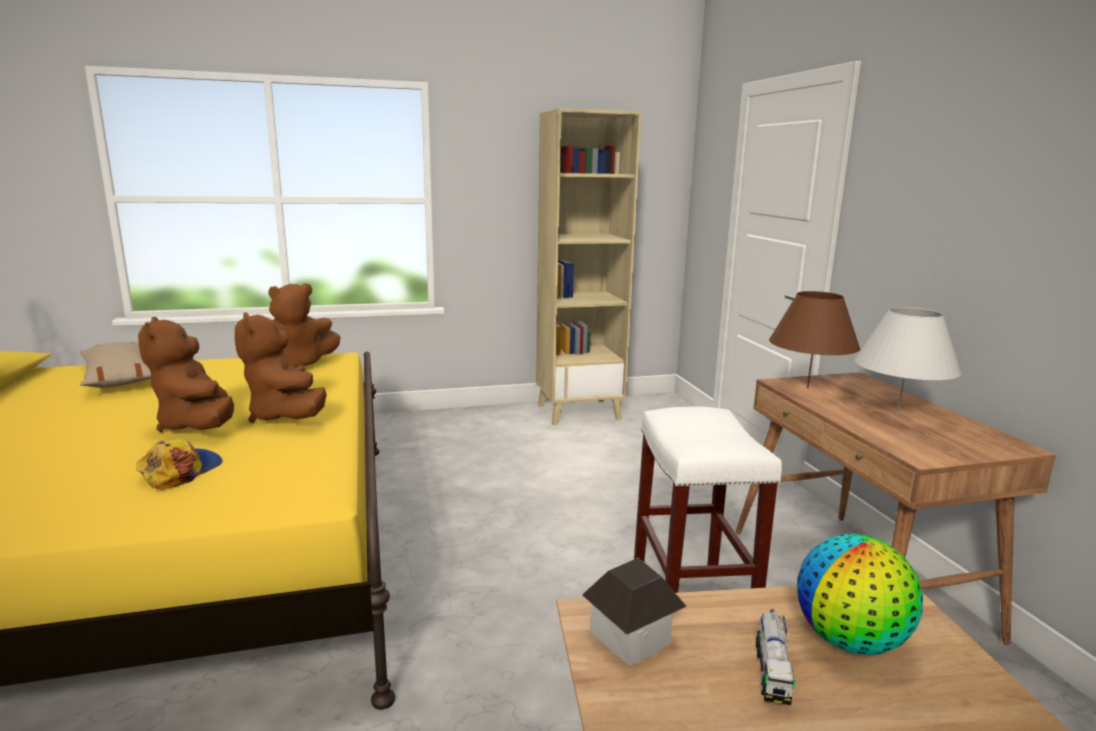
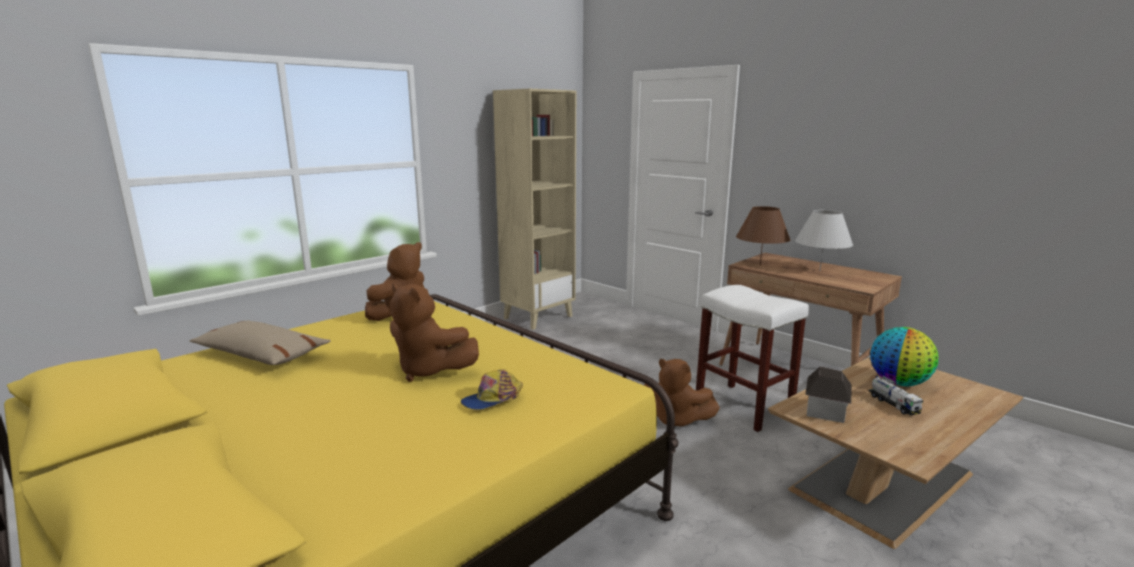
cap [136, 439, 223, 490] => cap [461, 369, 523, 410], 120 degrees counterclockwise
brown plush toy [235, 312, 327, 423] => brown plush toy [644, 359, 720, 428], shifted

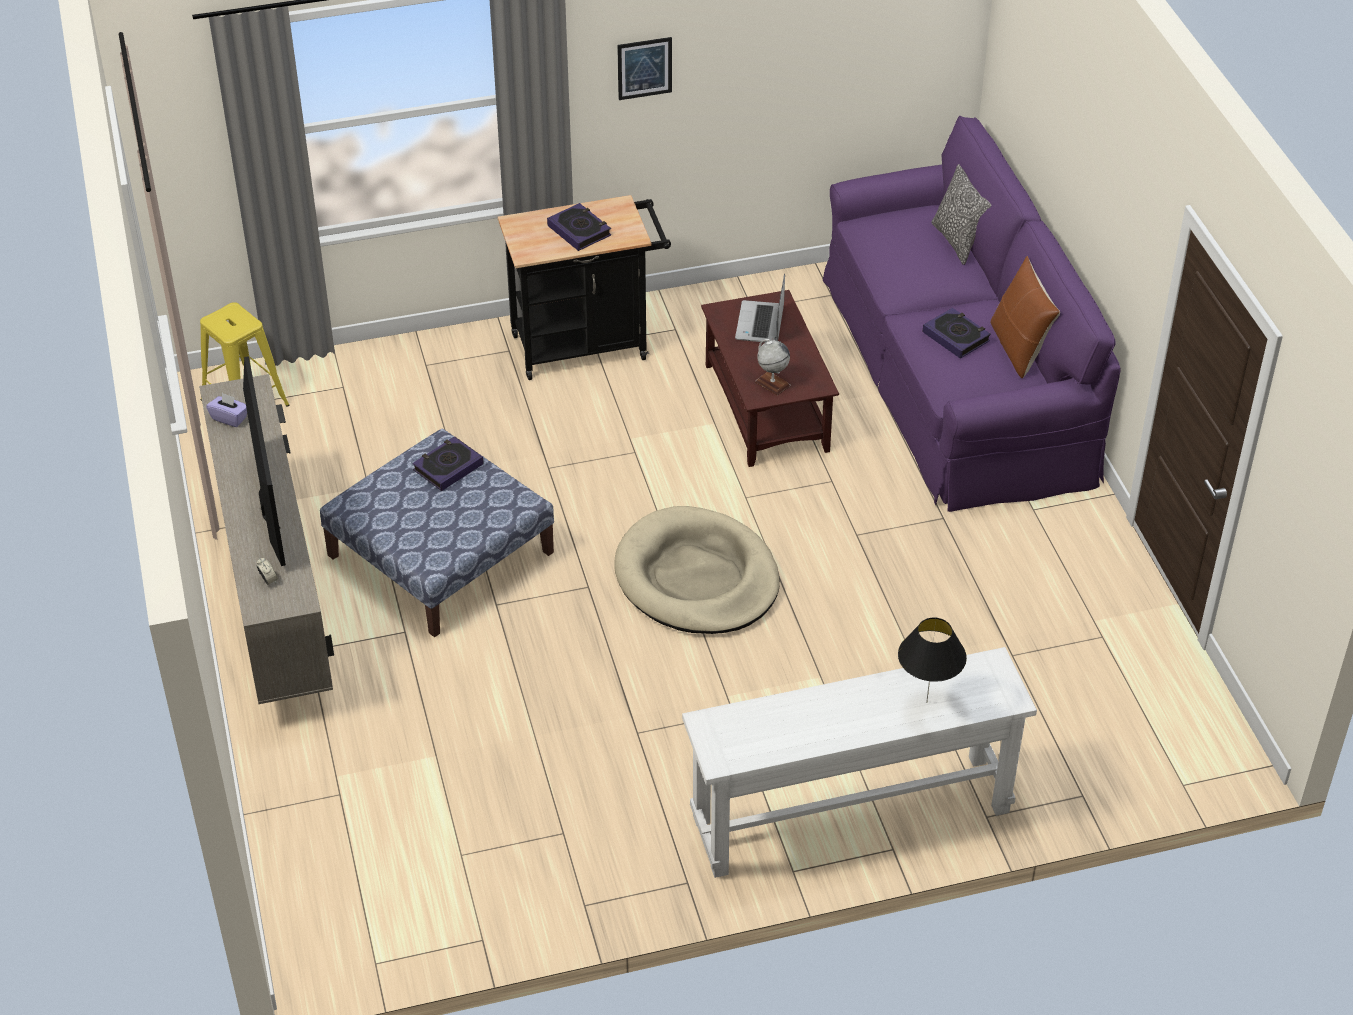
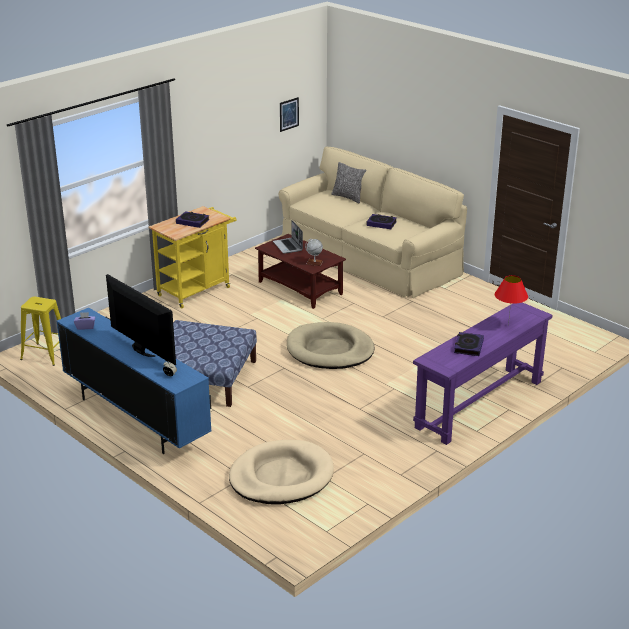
beige tv stand [199, 374, 334, 704] => blue tv stand [56, 308, 212, 454]
book [412, 436, 484, 491] => book [454, 332, 484, 356], shifted
black cart [498, 195, 671, 380] => yellow cart [149, 206, 236, 308]
picture [617, 37, 672, 100] => picture [280, 97, 299, 132], shifted
white console table [682, 647, 1037, 878] => purple console table [413, 302, 552, 445]
purple sofa [823, 116, 1120, 512] => beige sofa [279, 147, 467, 298]
black table lamp [898, 617, 967, 703] => red table lamp [495, 275, 528, 326]
brown pillow [991, 256, 1060, 379] => nothing
nothing => beige dog bed [229, 440, 334, 504]

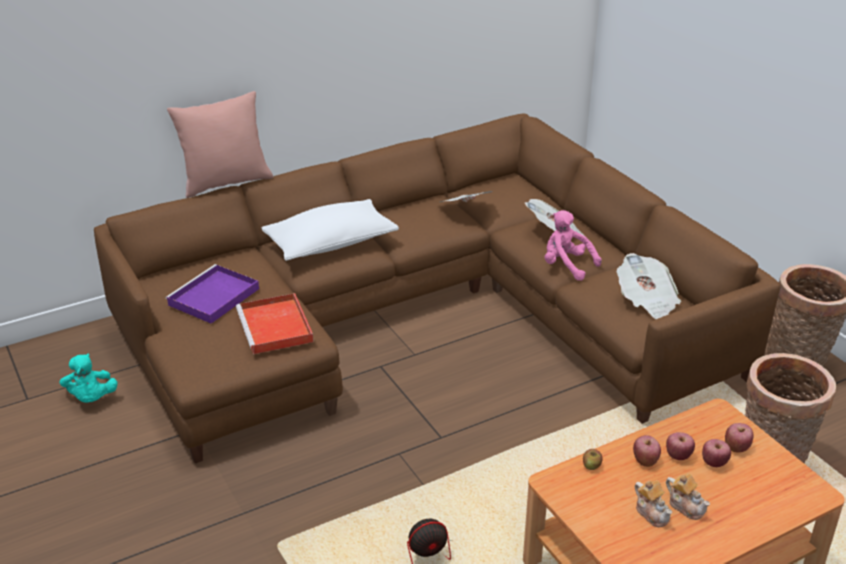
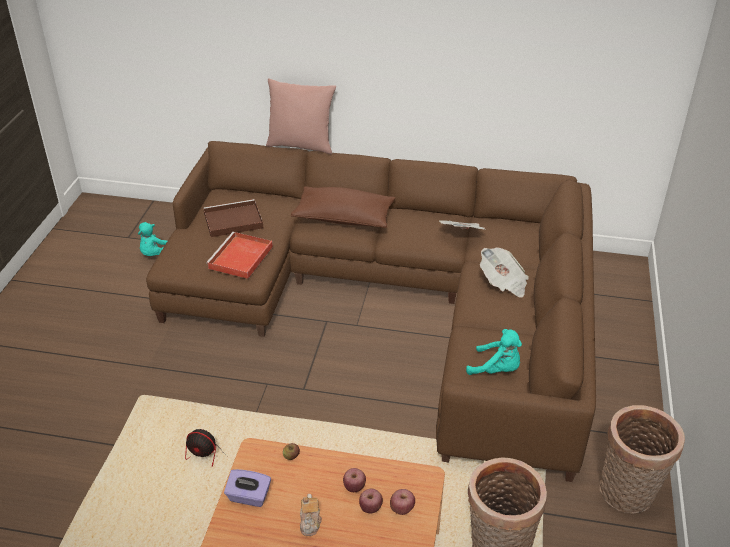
purple tray [165, 264, 259, 324] => brown tray [203, 199, 263, 237]
white pillow [262, 199, 399, 261] => brown pillow [291, 186, 396, 228]
pink plush toy [545, 210, 602, 281] => nothing
newspaper [617, 253, 681, 319] => turquoise plush toy [466, 329, 522, 375]
apple [633, 435, 661, 467] => nothing
teapot [635, 480, 672, 527] => nothing
nothing => purple tissue box [224, 469, 271, 507]

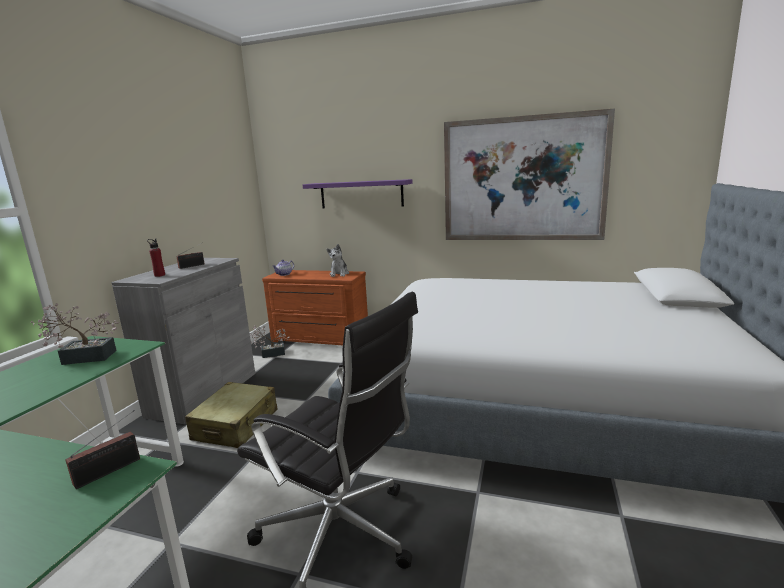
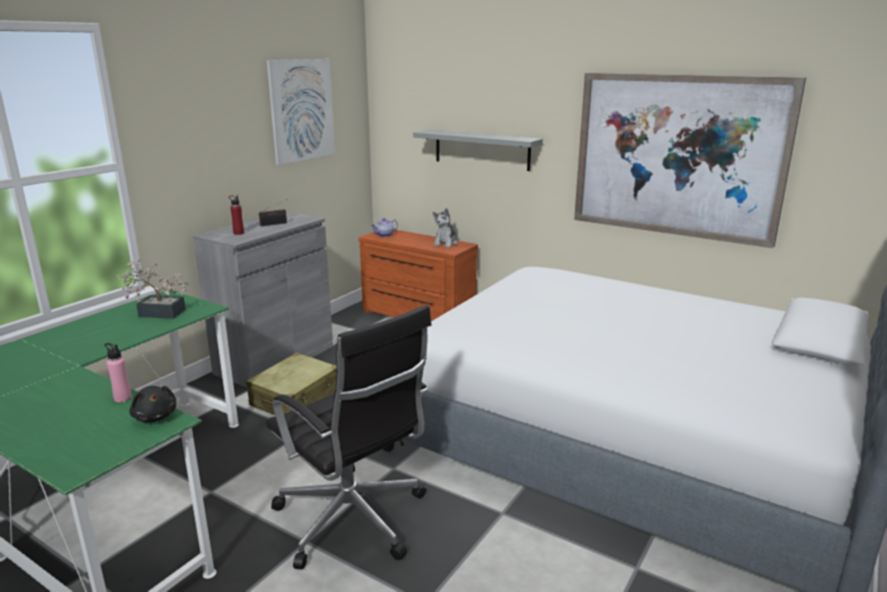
radio [66, 410, 140, 489] => black plush toy [129, 386, 176, 422]
potted plant [250, 325, 289, 358] => nothing
purple shelf [303, 179, 412, 208] => grey shelf [413, 130, 543, 171]
nothing => pink bottle [105, 343, 132, 402]
nothing => picture [267, 59, 335, 165]

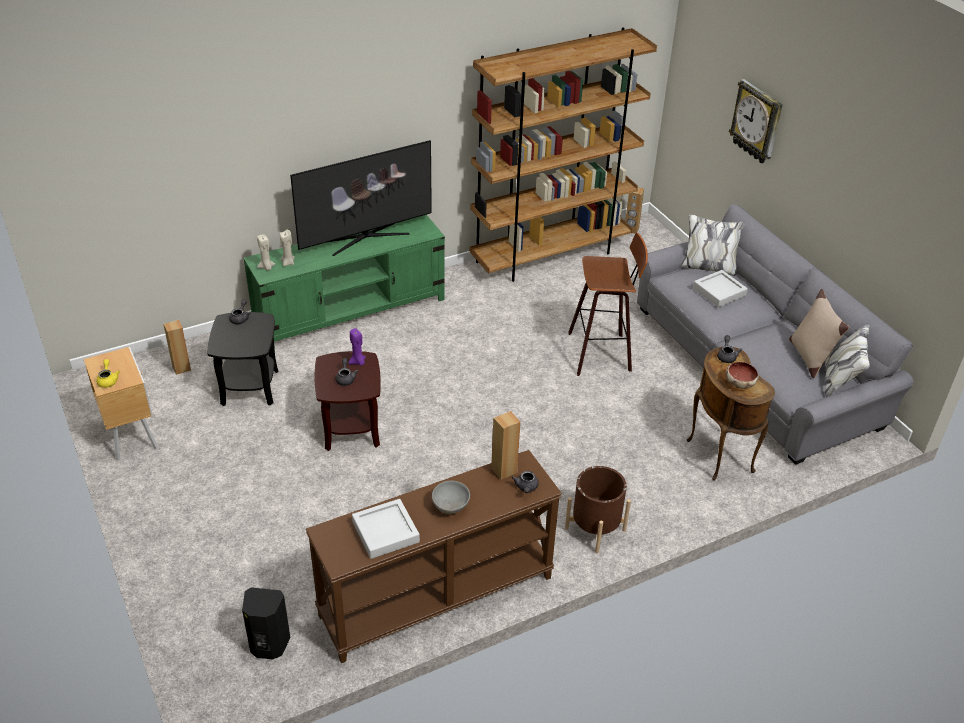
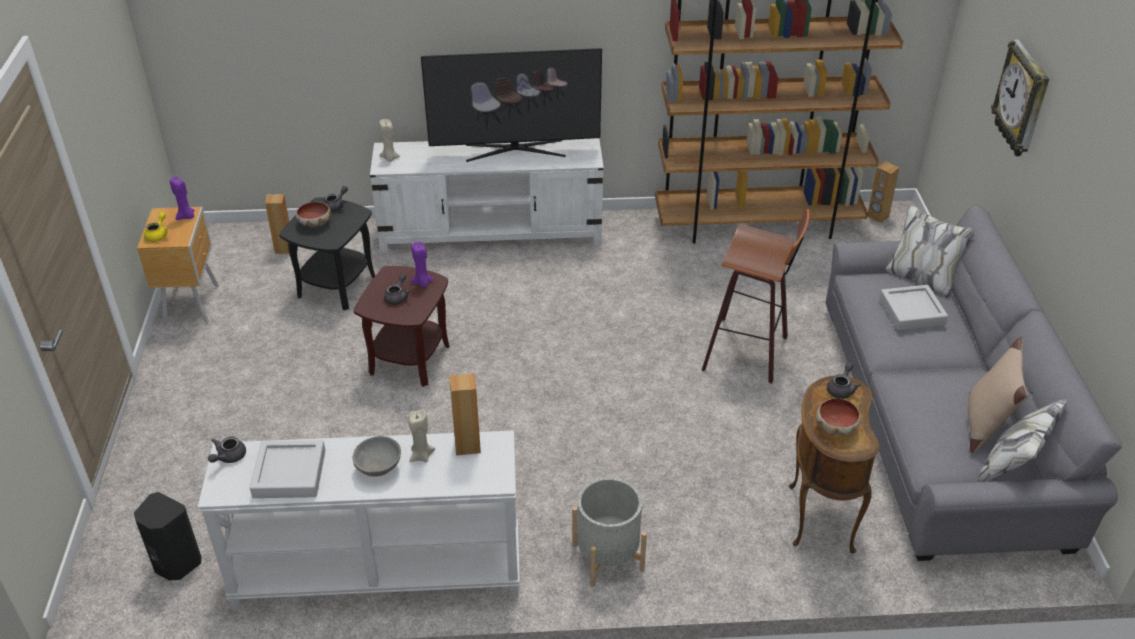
green tv stand [243, 215, 445, 349] => white tv stand [370, 138, 604, 253]
beige candle [280, 230, 295, 267] => beige candle [408, 409, 435, 462], shifted
brown console table [306, 450, 562, 663] => white console table [197, 431, 520, 611]
grey teapot [512, 471, 539, 493] => grey teapot [208, 437, 246, 463], shifted
brown planter [565, 466, 631, 553] => grey planter [572, 477, 647, 587]
nothing => purple candle [170, 177, 195, 220]
nothing => bowl [296, 202, 331, 227]

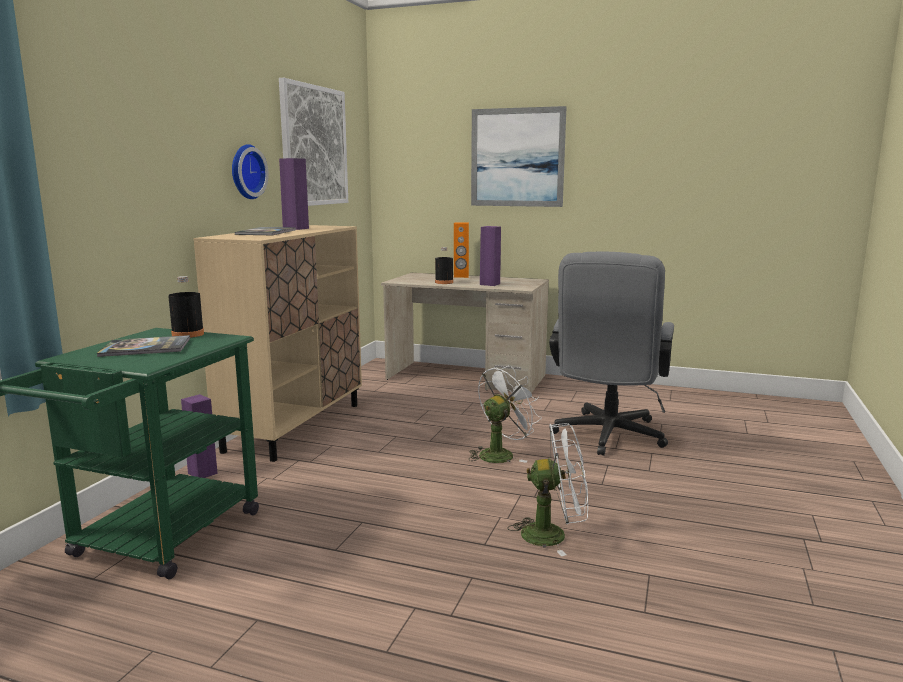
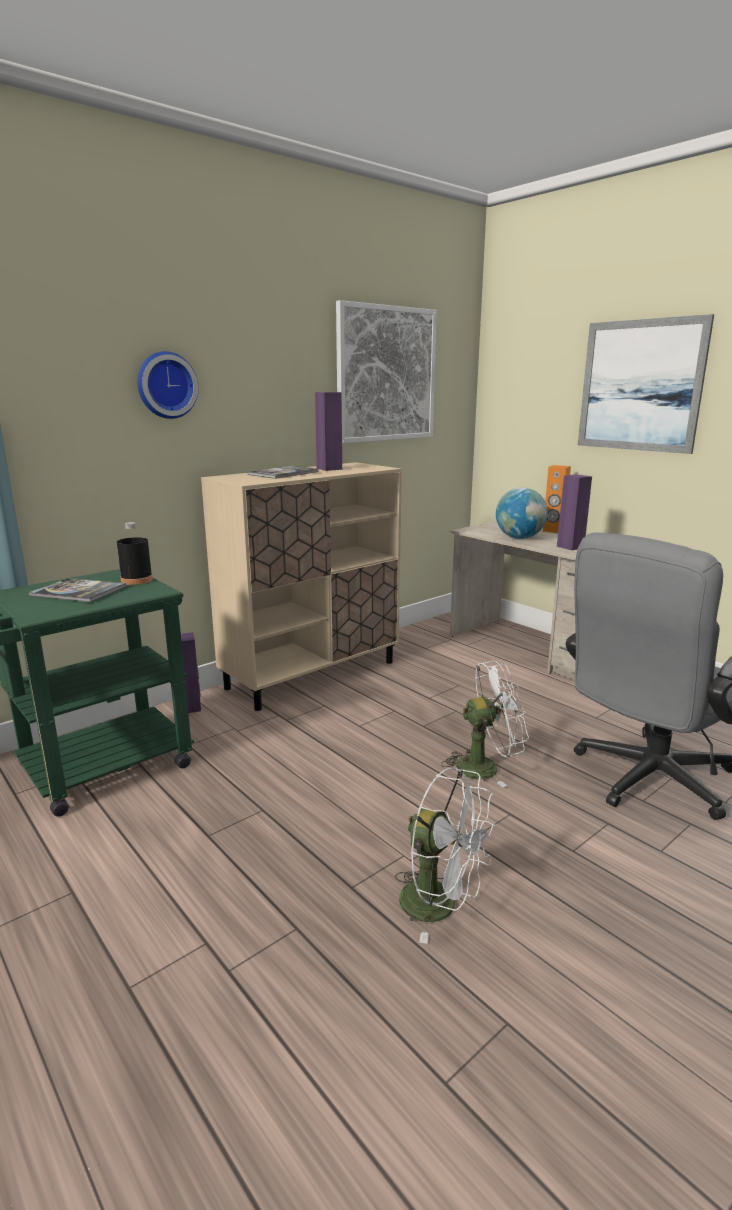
wall clock [232, 144, 269, 199] => wall clock [137, 351, 198, 419], shifted
black bottle [435, 247, 453, 284] => globe [496, 488, 548, 539]

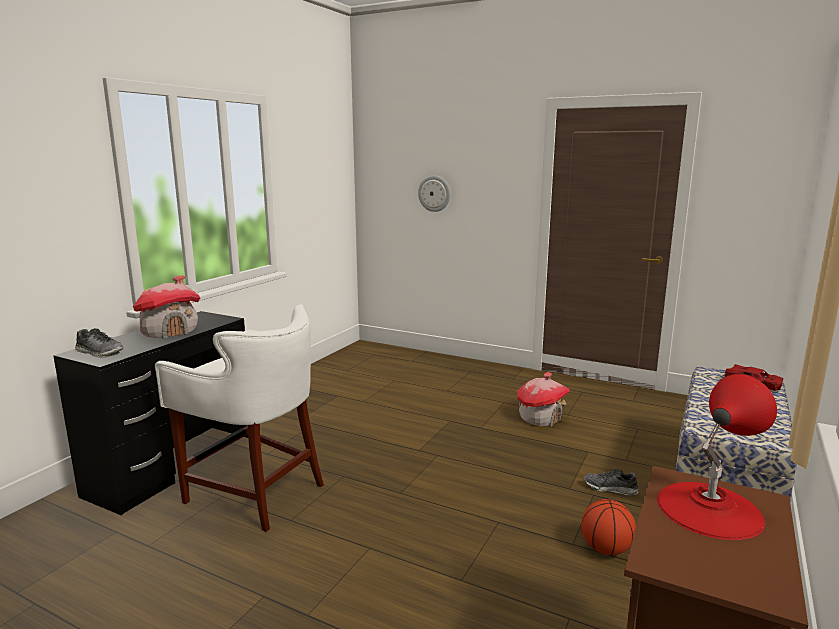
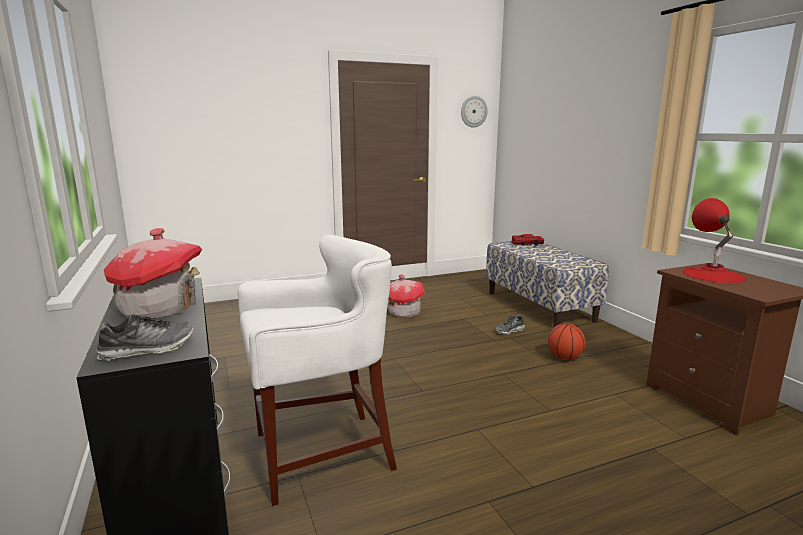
wall clock [418, 175, 450, 212] => wall clock [461, 96, 488, 128], shifted

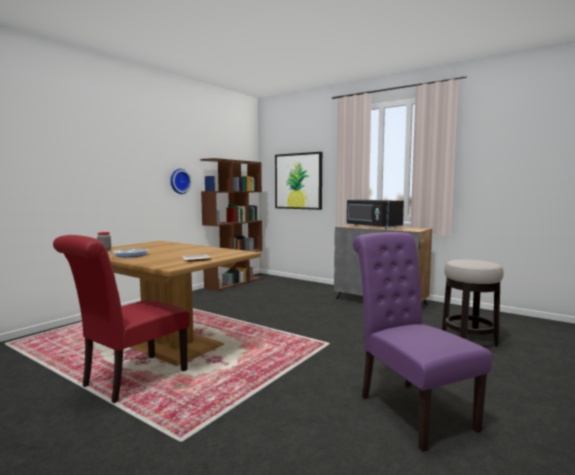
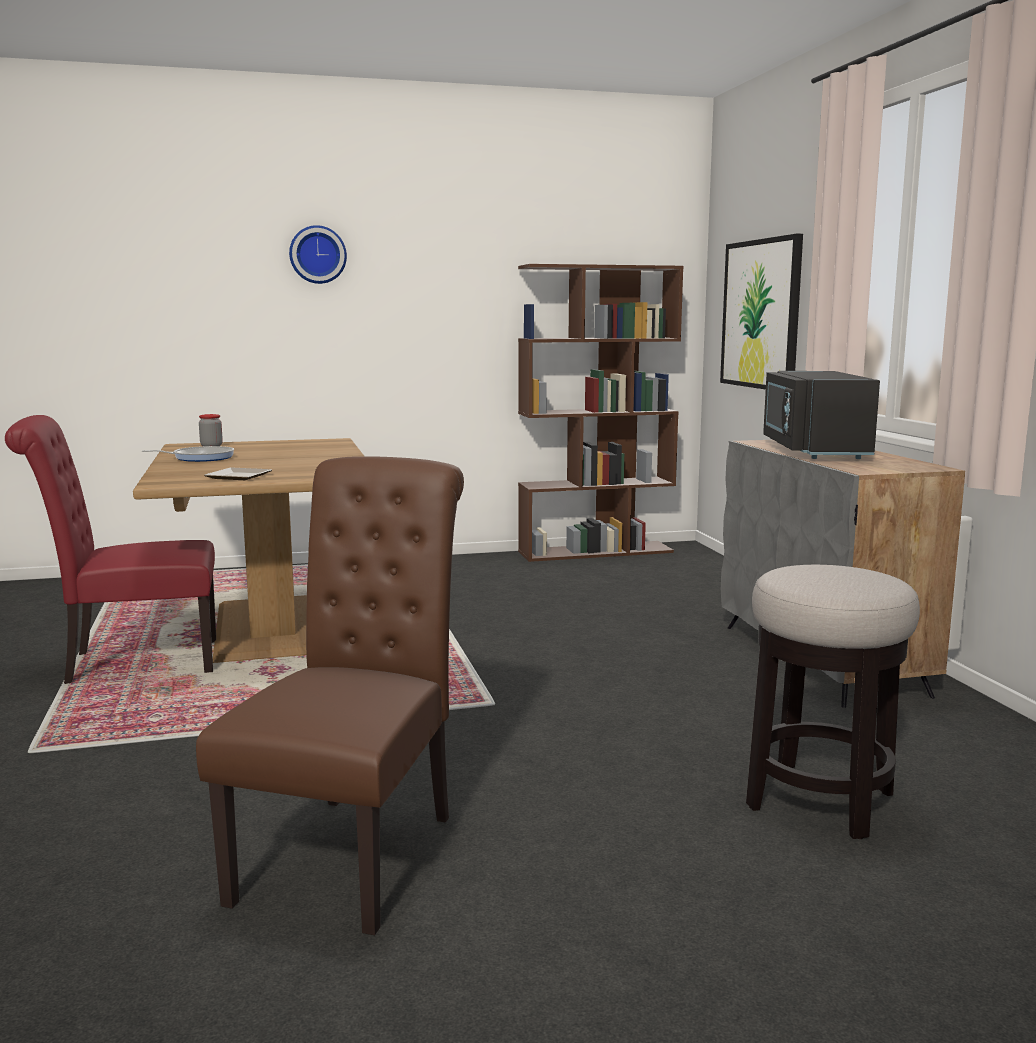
wall clock [170, 169, 192, 194] => wall clock [289, 225, 347, 284], shifted
purple chair [353, 232, 492, 452] => brown chair [196, 456, 464, 935]

